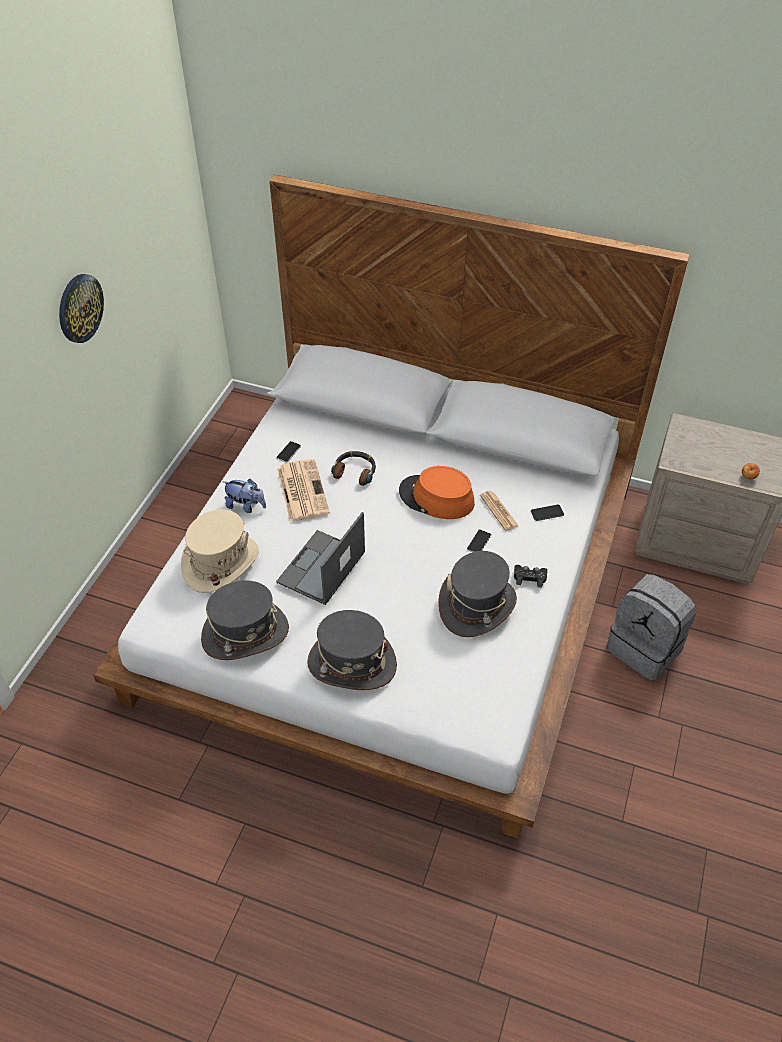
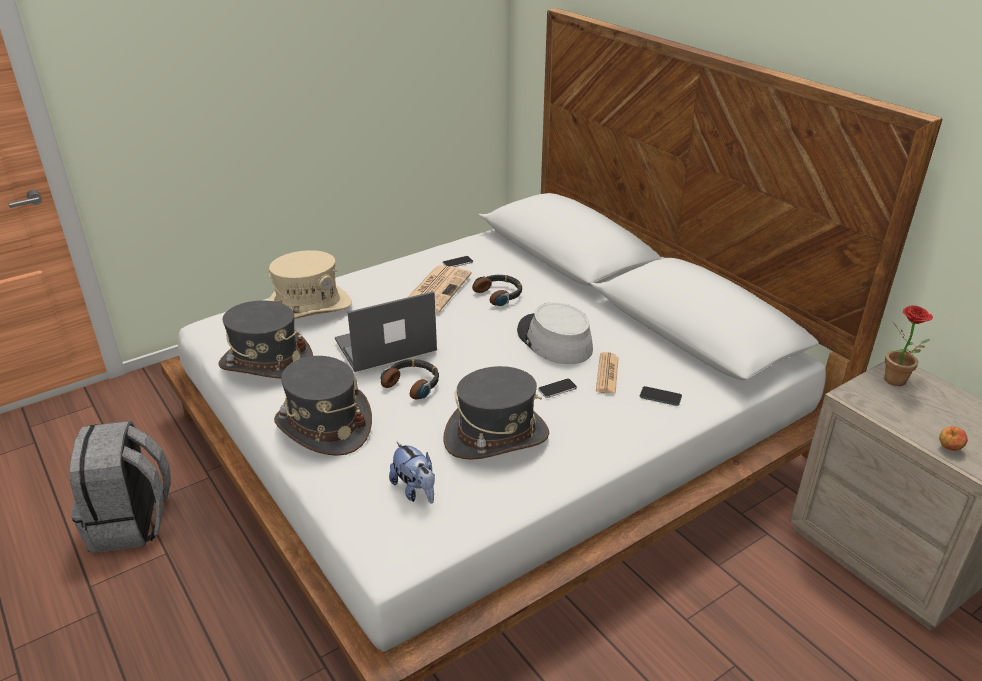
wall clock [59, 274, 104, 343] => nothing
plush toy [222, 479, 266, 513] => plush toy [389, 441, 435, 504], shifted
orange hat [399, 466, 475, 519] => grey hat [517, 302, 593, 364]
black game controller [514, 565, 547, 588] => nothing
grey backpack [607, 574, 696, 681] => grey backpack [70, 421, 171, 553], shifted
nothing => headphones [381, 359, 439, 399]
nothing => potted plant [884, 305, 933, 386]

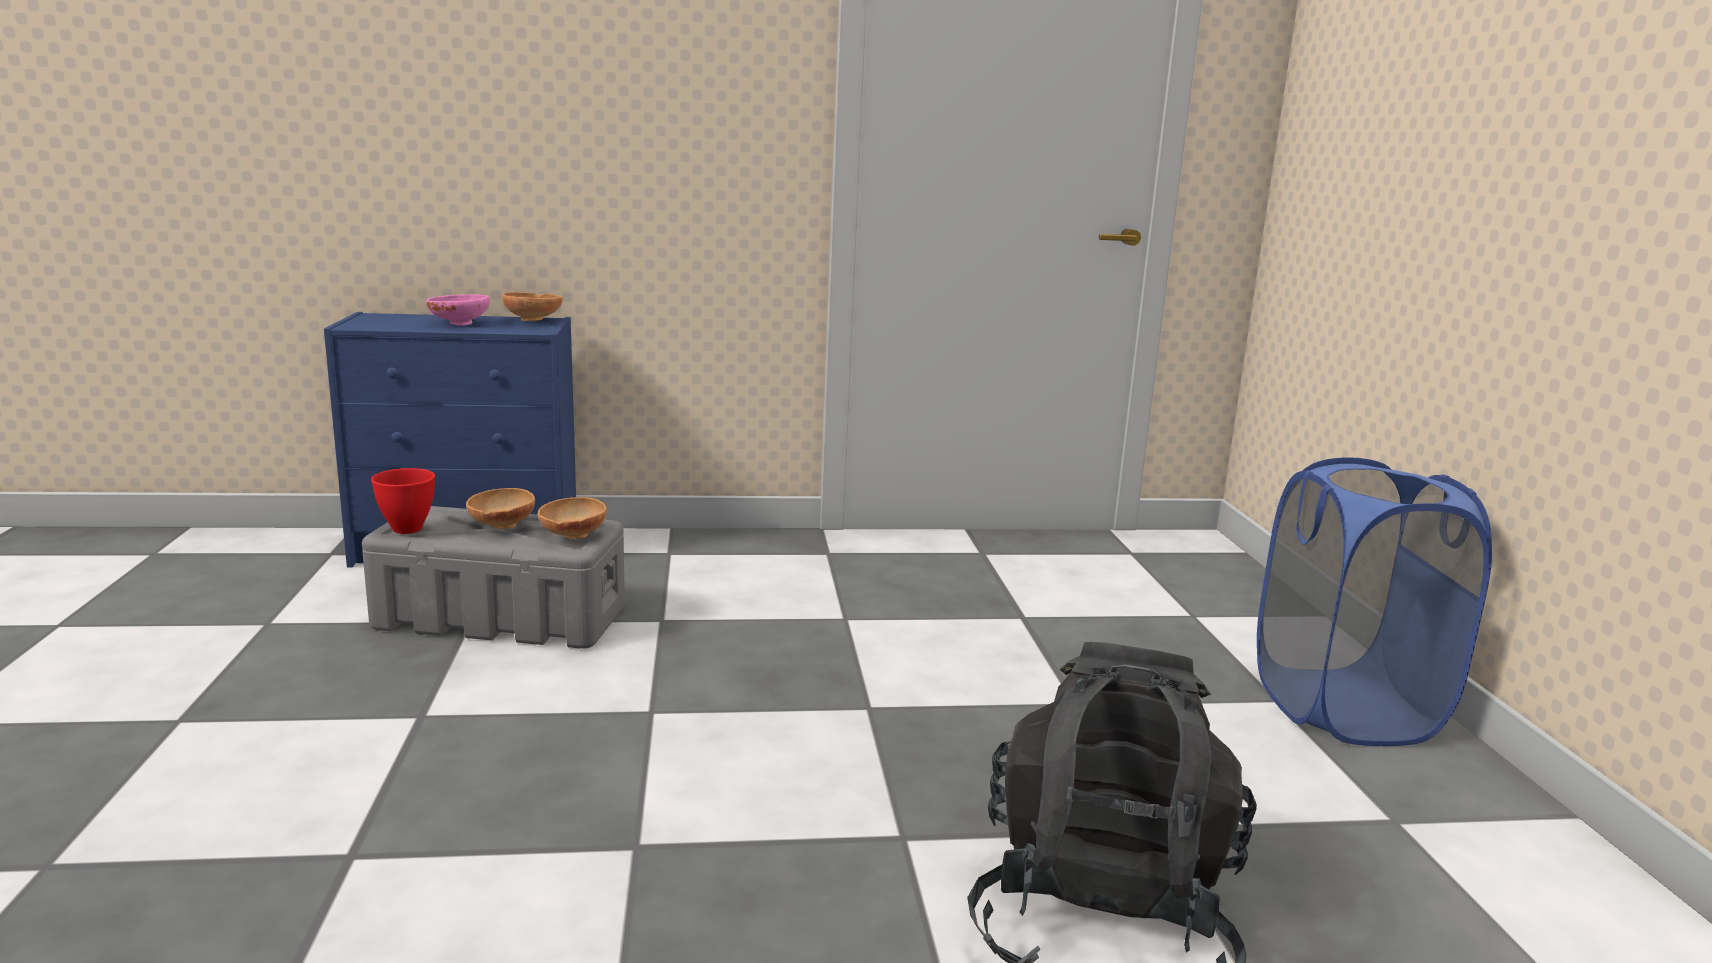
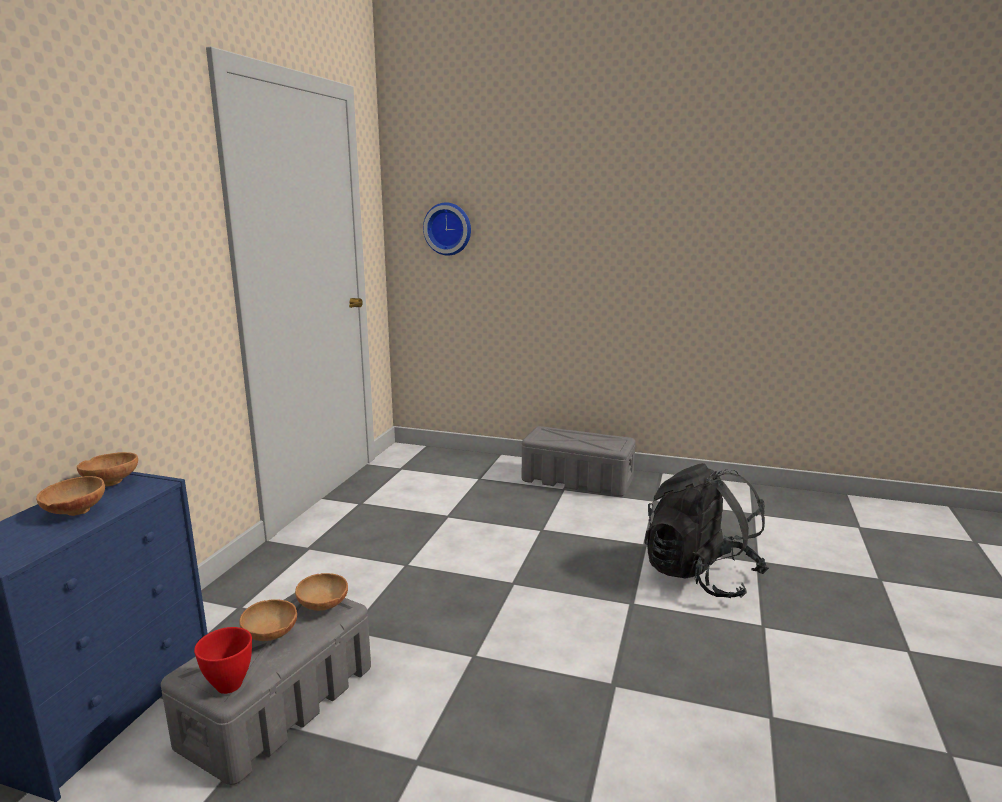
pink bowl [426, 294, 490, 326] => brown bowl [36, 476, 105, 516]
blue laundry basket [1257, 457, 1492, 746] => grey storage box [522, 426, 636, 497]
nothing => wall clock [423, 203, 471, 256]

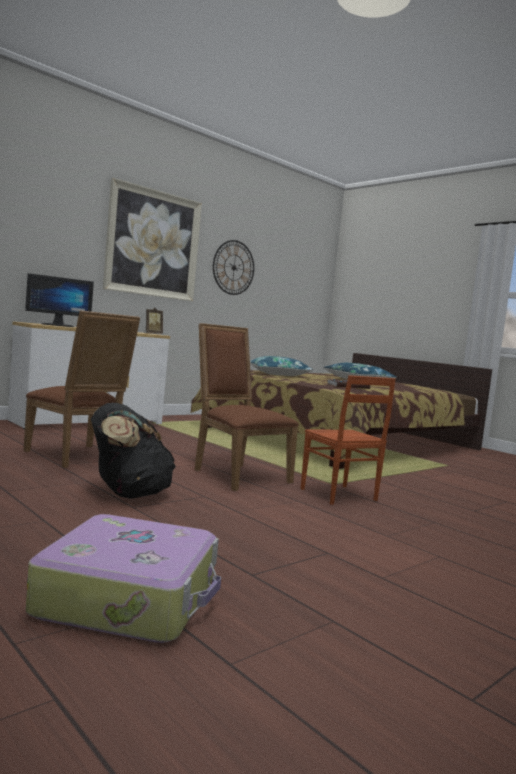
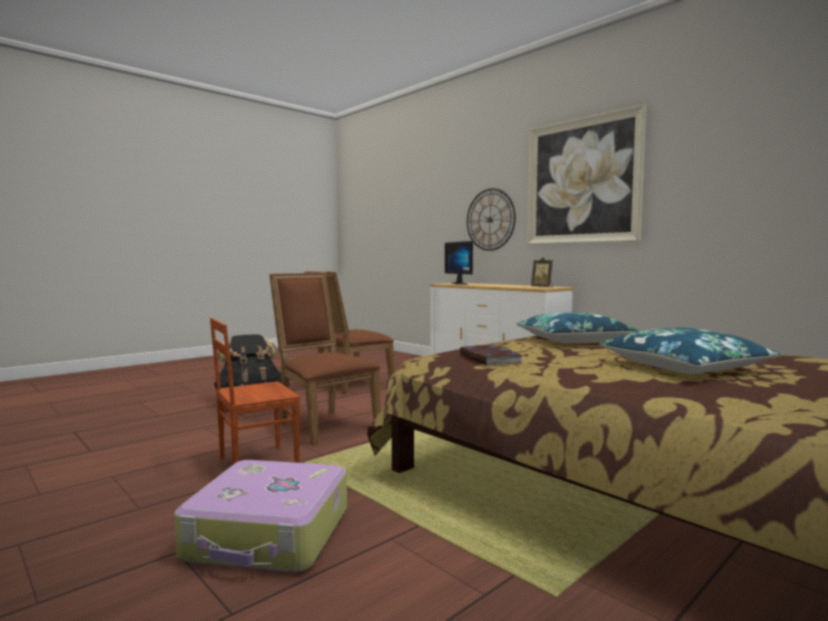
suitcase [26, 514, 221, 643] => suitcase [174, 460, 347, 573], shifted
brown chair [194, 323, 299, 491] => brown chair [269, 273, 381, 445], 90 degrees counterclockwise
wall clock [213, 240, 254, 295] => wall clock [467, 188, 516, 251], shifted

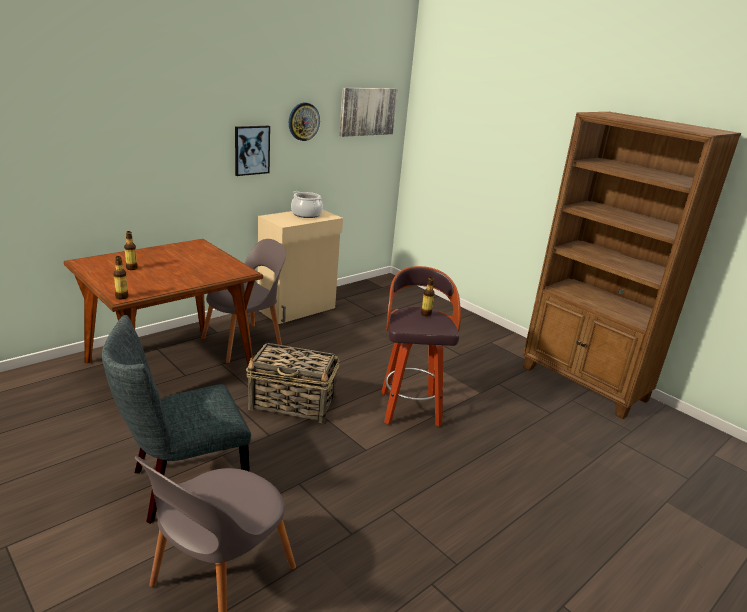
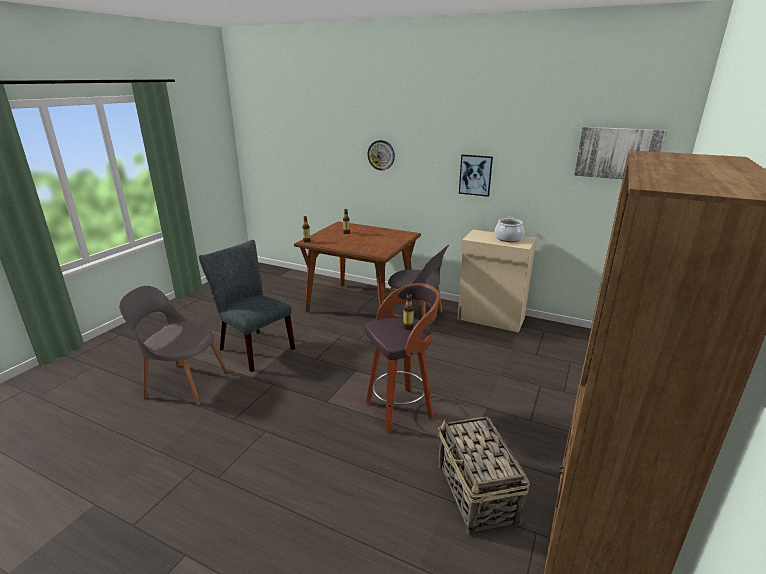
basket [246, 343, 339, 423] => basket [437, 417, 530, 536], shifted
wall clock [289, 103, 320, 141] => wall clock [367, 140, 395, 171], shifted

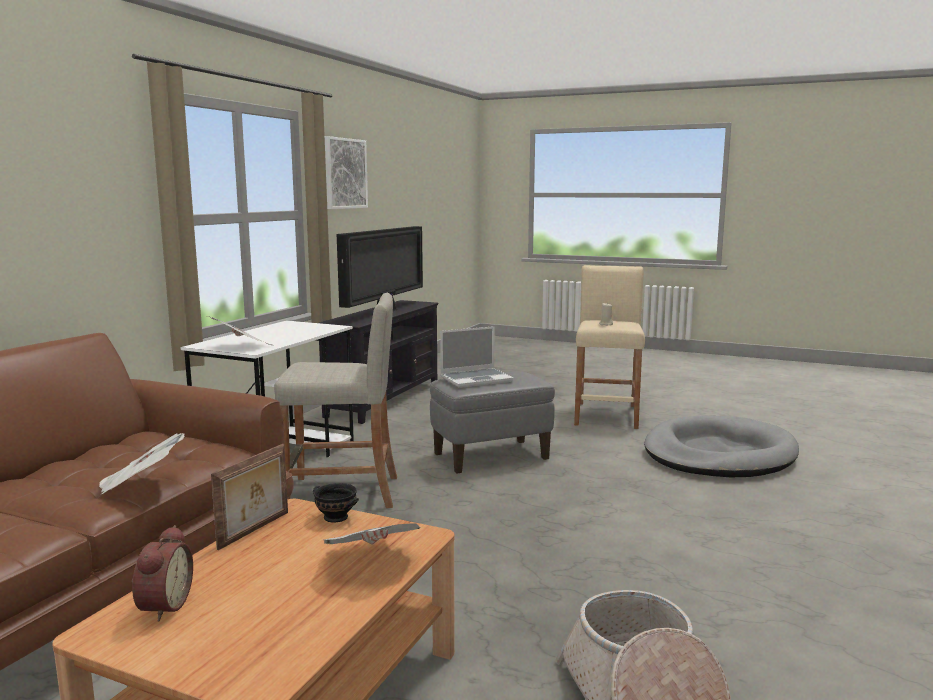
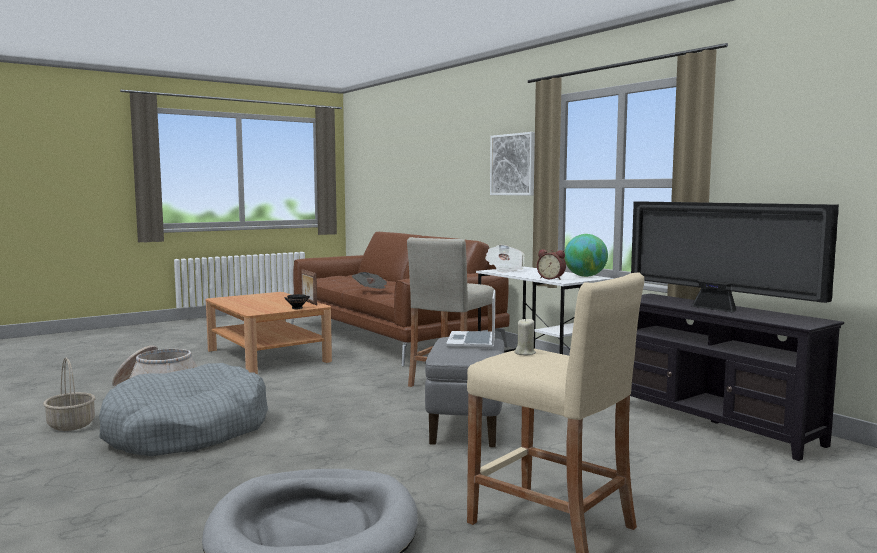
alarm clock [132, 525, 193, 622] => alarm clock [537, 249, 566, 280], shifted
newspaper [323, 523, 420, 544] => nothing
picture [325, 136, 368, 209] => picture [490, 132, 535, 196], shifted
nothing => basket [43, 358, 95, 431]
nothing => grey dog bed [99, 363, 268, 456]
nothing => globe [564, 234, 608, 277]

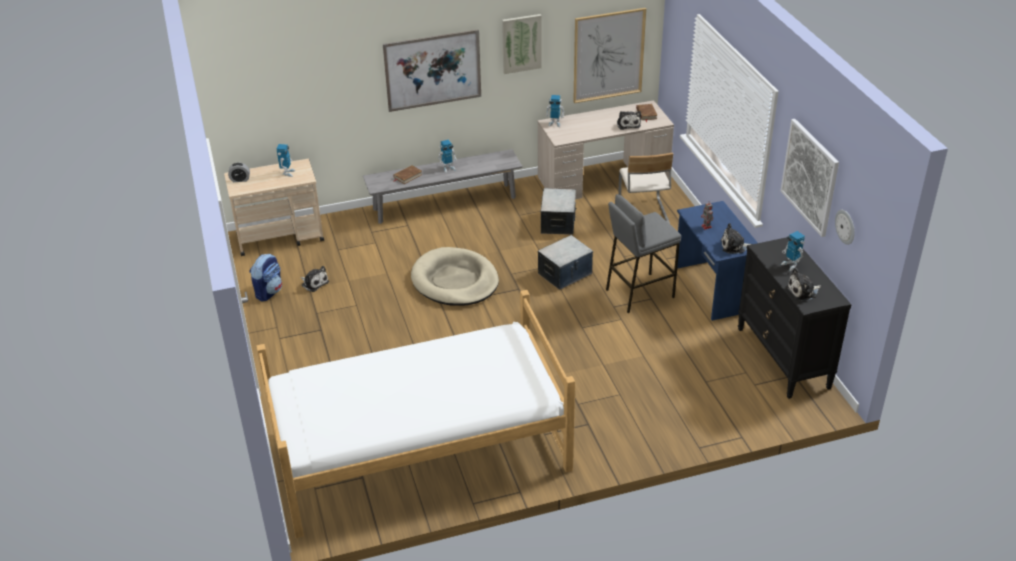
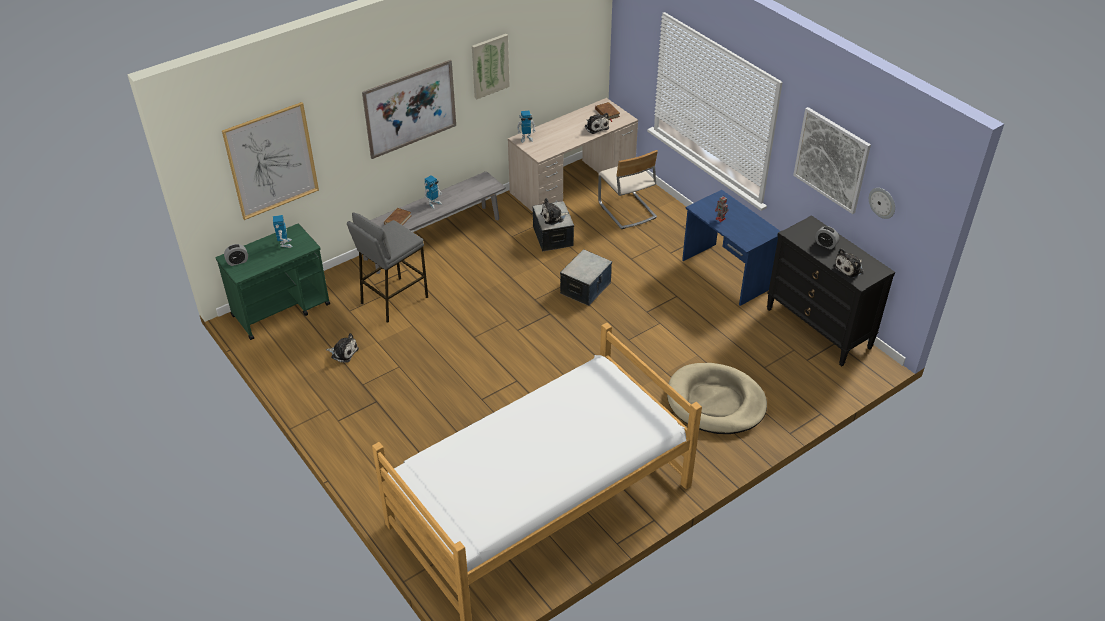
beige cart [224, 159, 324, 256] => green cart [216, 224, 330, 340]
backpack [250, 254, 282, 301] => nothing
beige dog bed [411, 247, 499, 306] => beige dog bed [667, 363, 767, 434], shifted
picture [573, 8, 646, 103] => picture [222, 102, 319, 220], shifted
grey stool [606, 194, 681, 313] => grey stool [347, 213, 428, 323], shifted
plush toy [721, 223, 750, 254] => plush toy [540, 198, 569, 225], shifted
toy robot [781, 231, 805, 271] => alarm clock [815, 226, 839, 249]

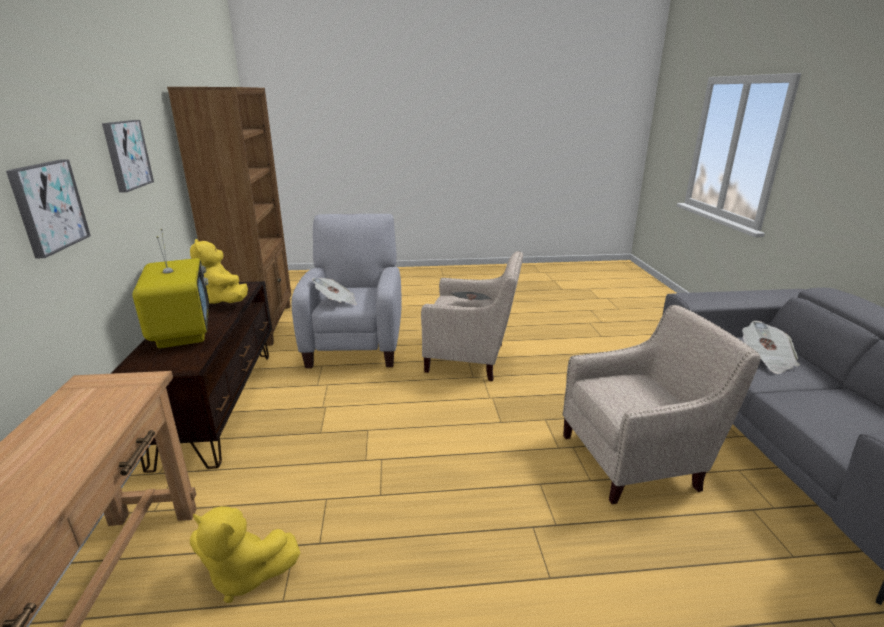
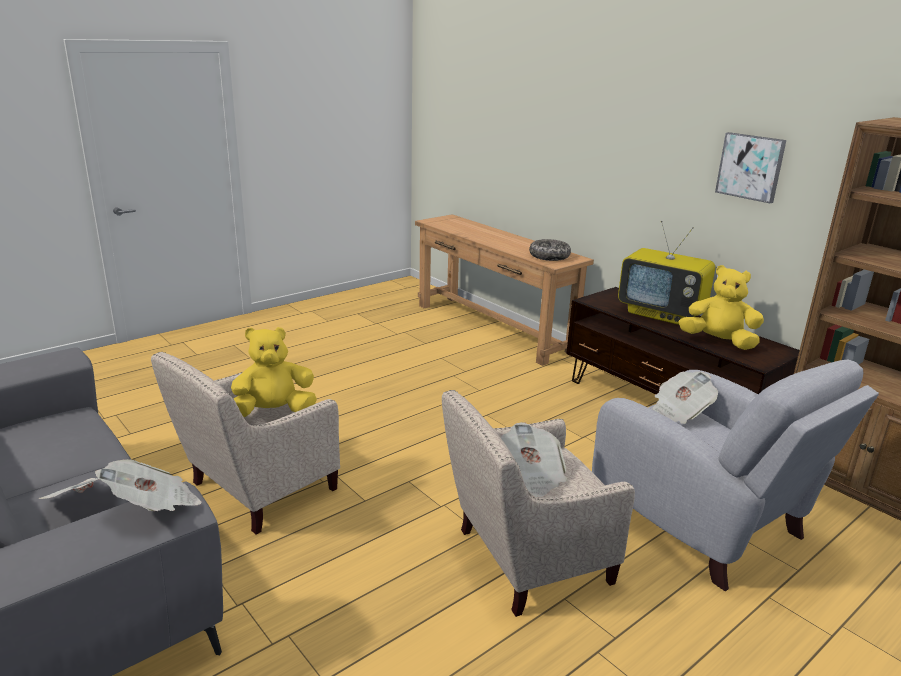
picture [6, 159, 91, 258] => nothing
yellow plush toy [190, 506, 301, 603] => yellow plush toy [231, 327, 317, 417], shifted
nothing => newspaper [95, 459, 202, 512]
nothing => bowl [529, 239, 571, 261]

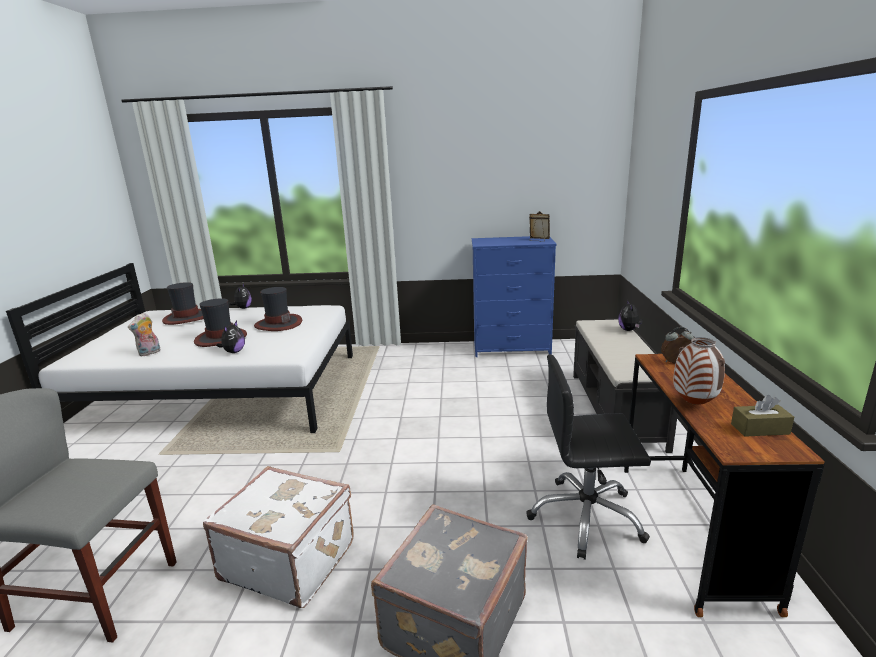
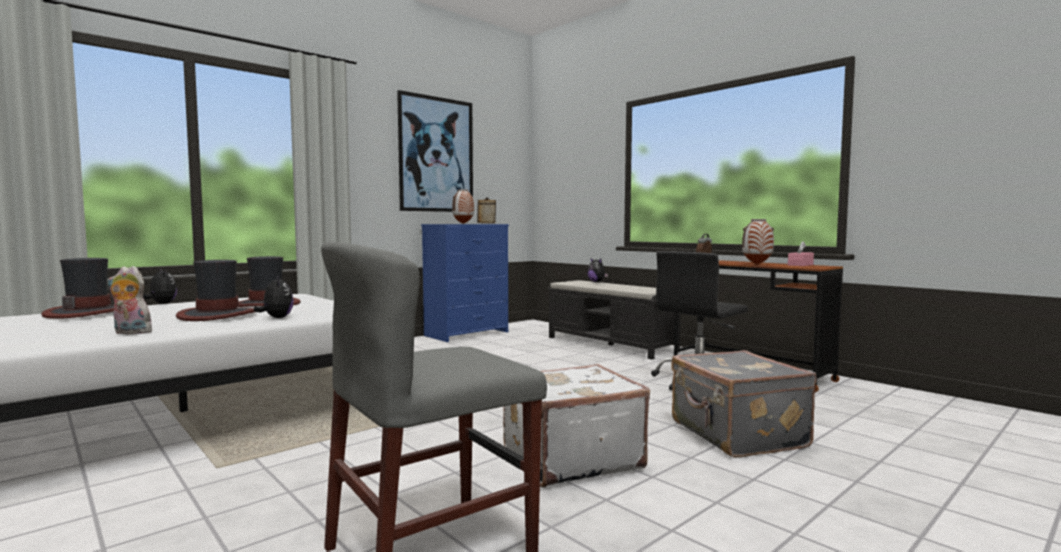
plush toy [128, 312, 160, 356] => plush toy [107, 266, 157, 334], 105 degrees clockwise
brown tissue box [731, 395, 794, 437] => pink tissue box [788, 241, 814, 266]
nothing => picture [397, 90, 473, 212]
nothing => vase [452, 189, 474, 224]

